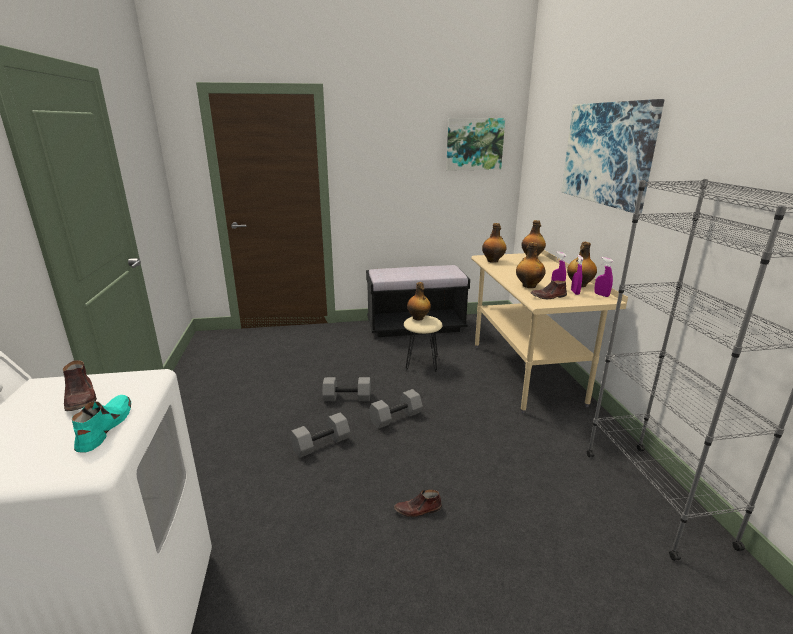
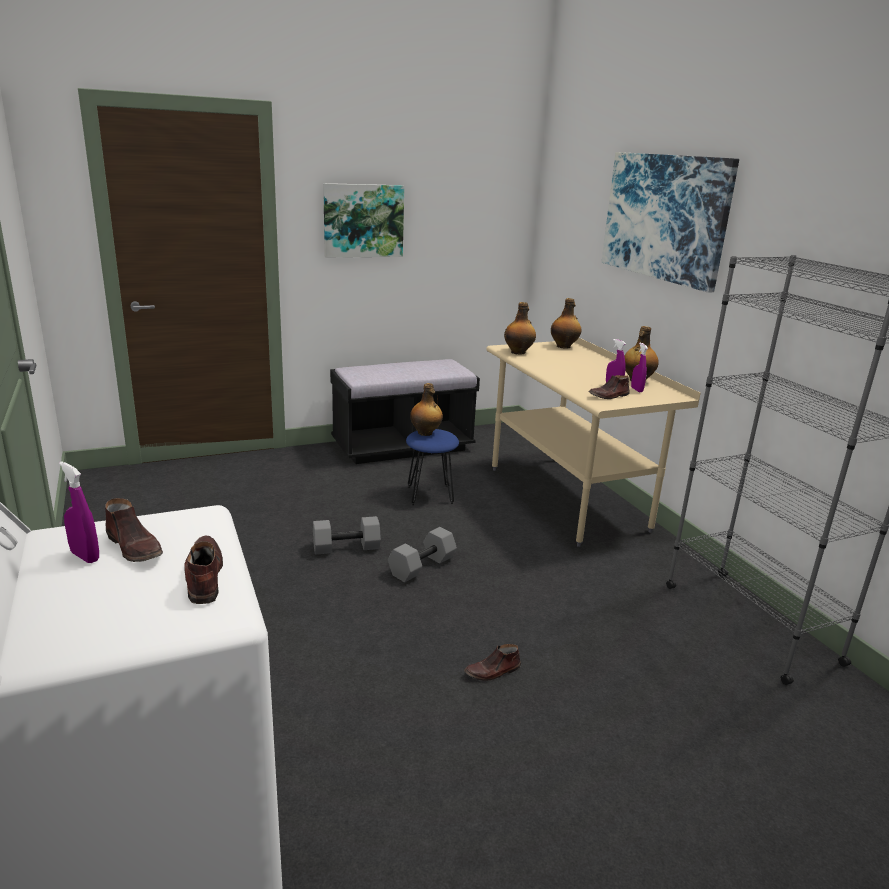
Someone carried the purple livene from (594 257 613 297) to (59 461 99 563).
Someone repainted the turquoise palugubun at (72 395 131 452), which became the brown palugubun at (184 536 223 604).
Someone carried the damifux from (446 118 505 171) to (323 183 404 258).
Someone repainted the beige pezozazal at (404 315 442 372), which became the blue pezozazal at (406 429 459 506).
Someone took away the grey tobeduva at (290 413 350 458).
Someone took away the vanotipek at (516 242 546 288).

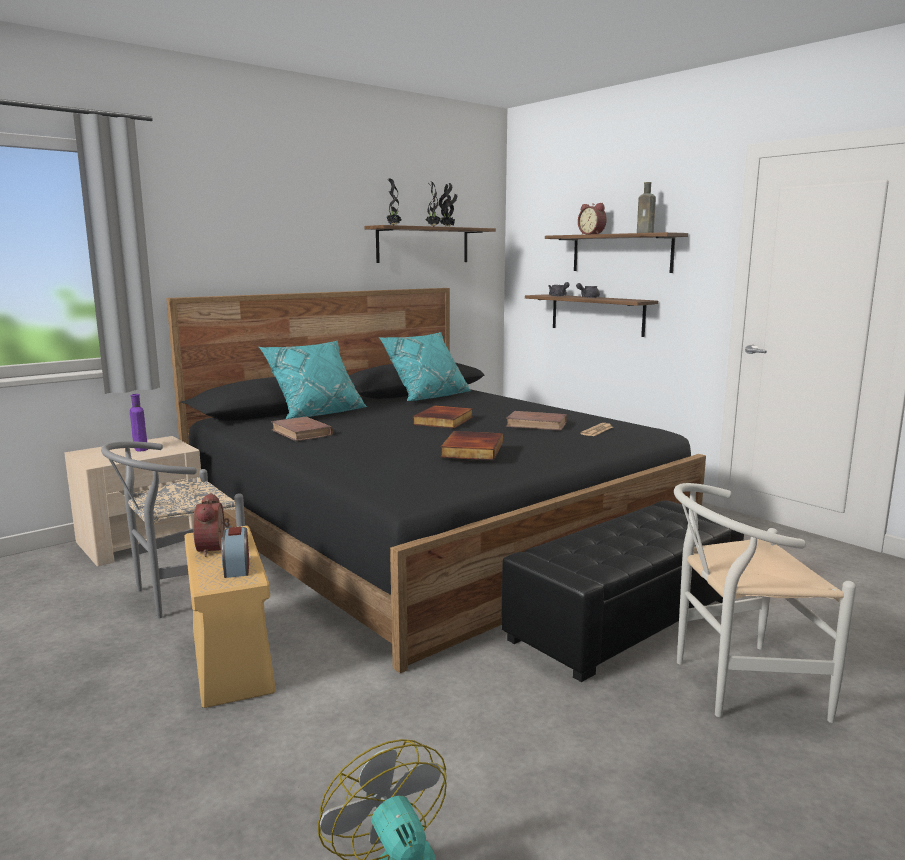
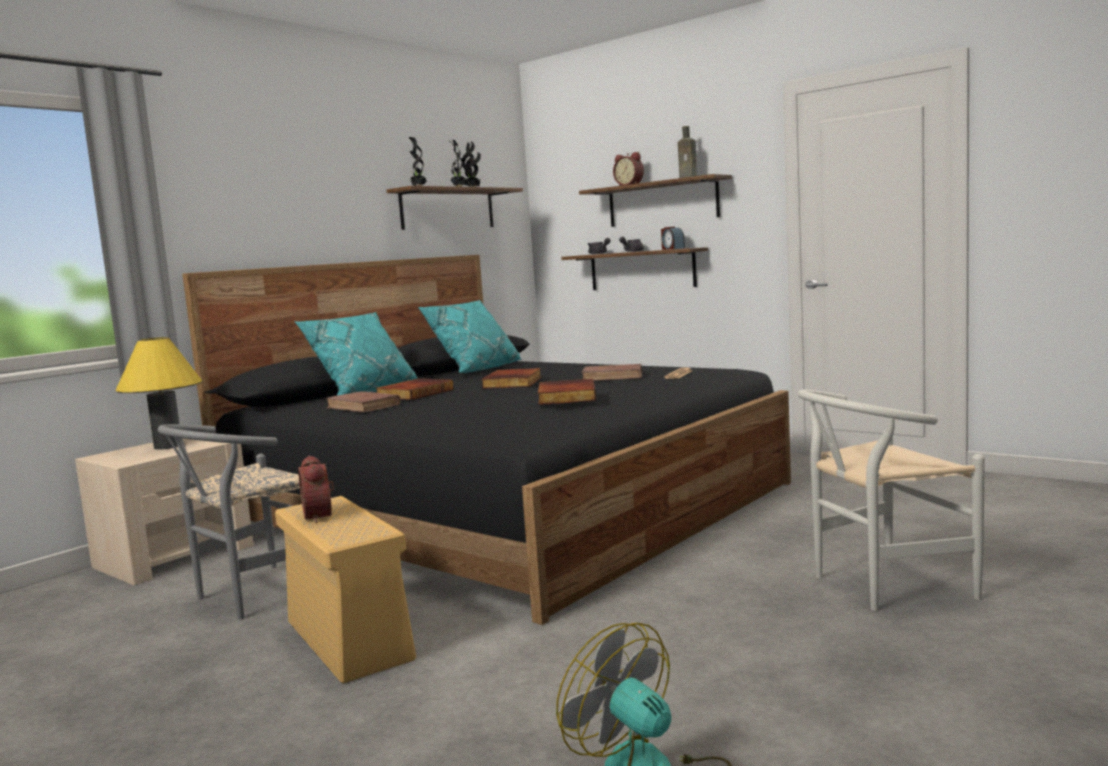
Someone swapped the purple vanotipek at (130 394 148 452) for the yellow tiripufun at (116 337 202 450).
Someone put down the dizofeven at (375 378 454 400).
Someone carried the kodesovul from (221 527 249 578) to (661 227 685 250).
Someone took away the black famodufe at (501 500 744 682).

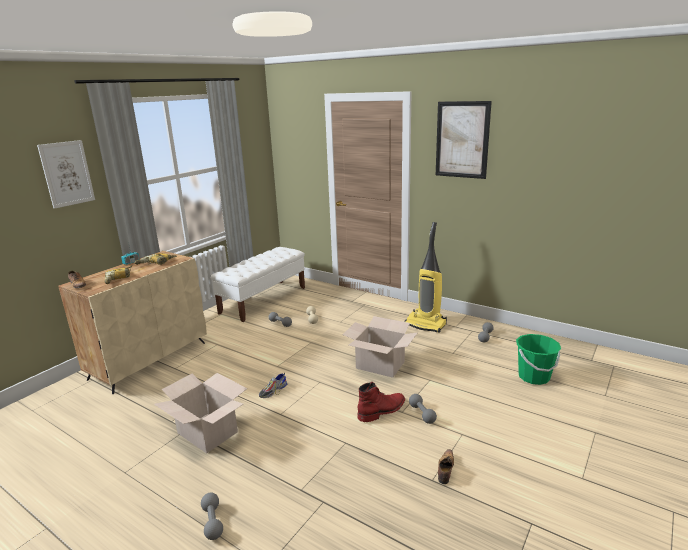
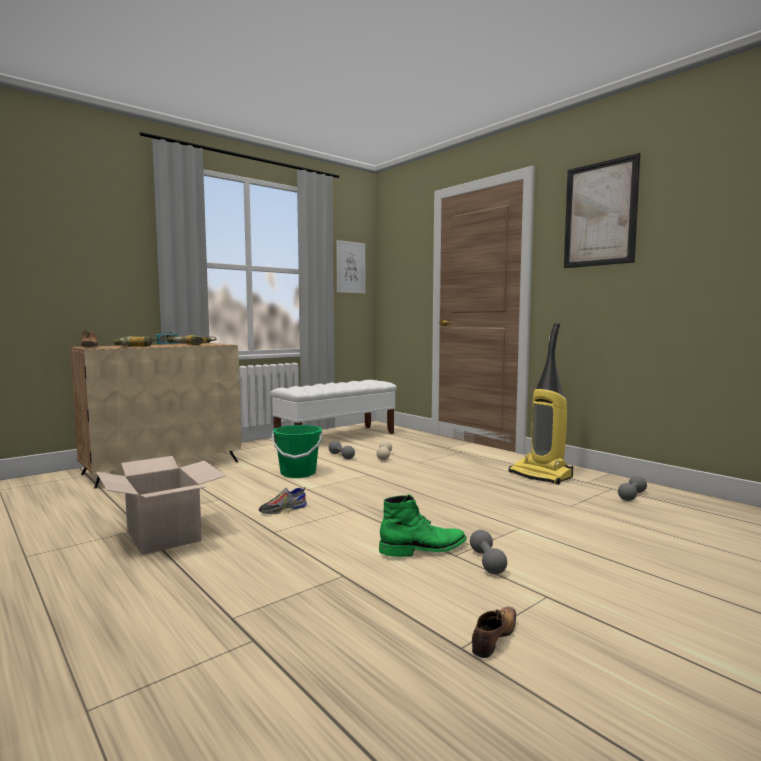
Someone carried the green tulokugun from (516 334 561 385) to (272 425 323 478).
Someone carried the damifux from (37 140 95 209) to (336 240 365 294).
Someone repainted the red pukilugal at (357 382 405 422), which became the green pukilugal at (379 494 467 557).
Someone took away the grey tobeduva at (201 493 223 540).
Someone took away the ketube at (343 316 418 378).

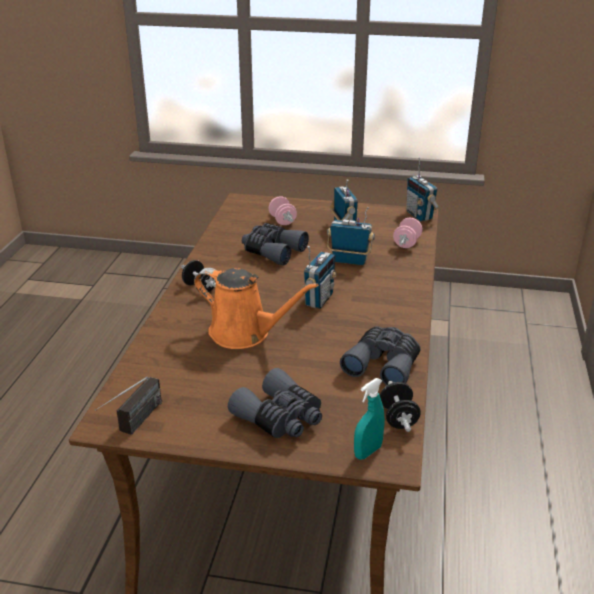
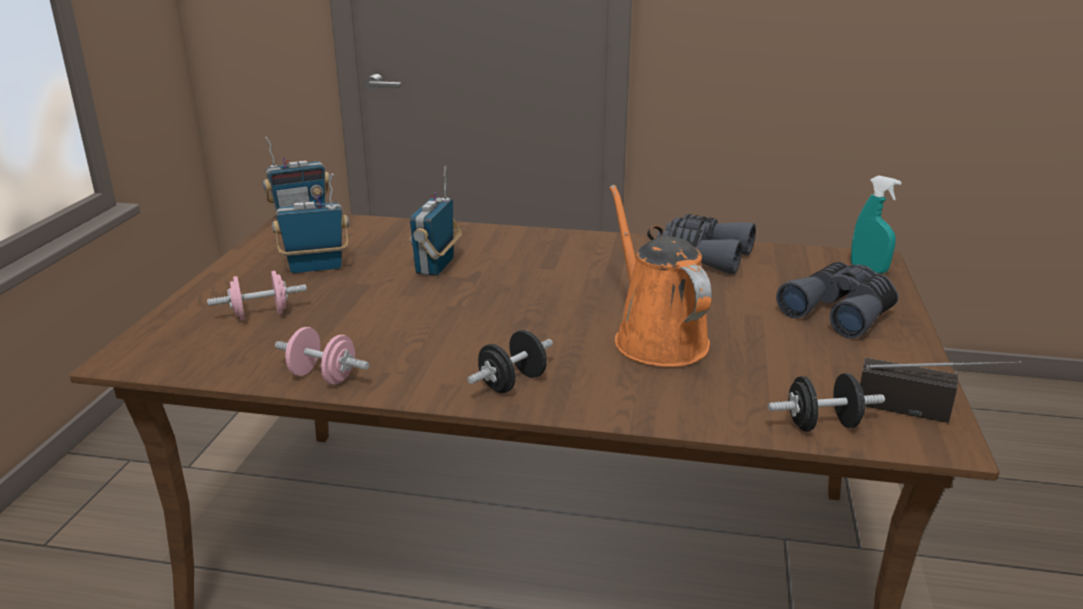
Someone carried the pink tobeduva from (393 218 422 248) to (275 327 369 385).
Someone rotated the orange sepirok at (194 268 318 349) by 45 degrees counterclockwise.
Someone carried the black tobeduva from (380 381 421 432) to (768 373 885 432).
Someone took away the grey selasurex at (242 223 309 266).
Someone took away the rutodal at (299 246 337 309).

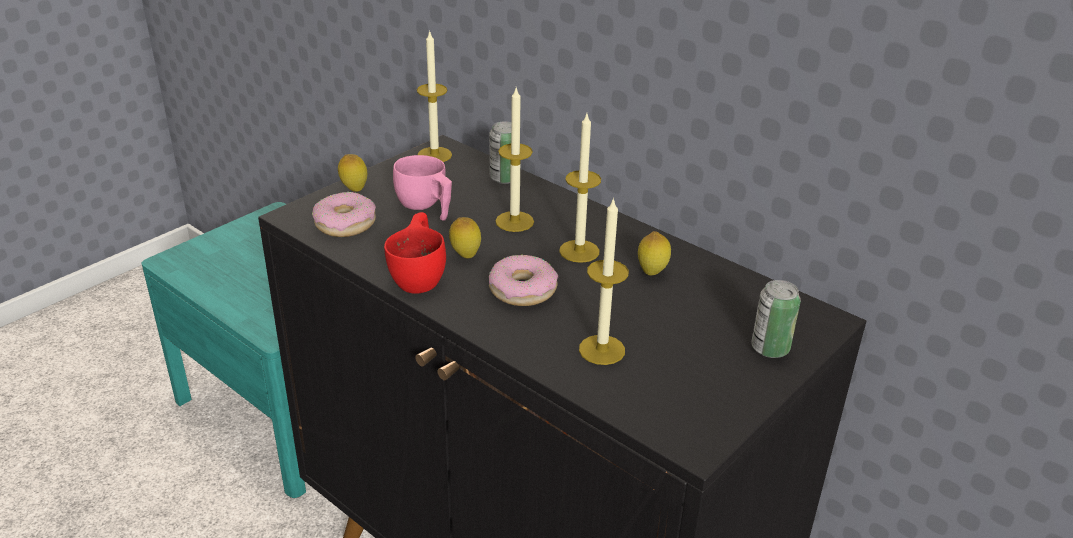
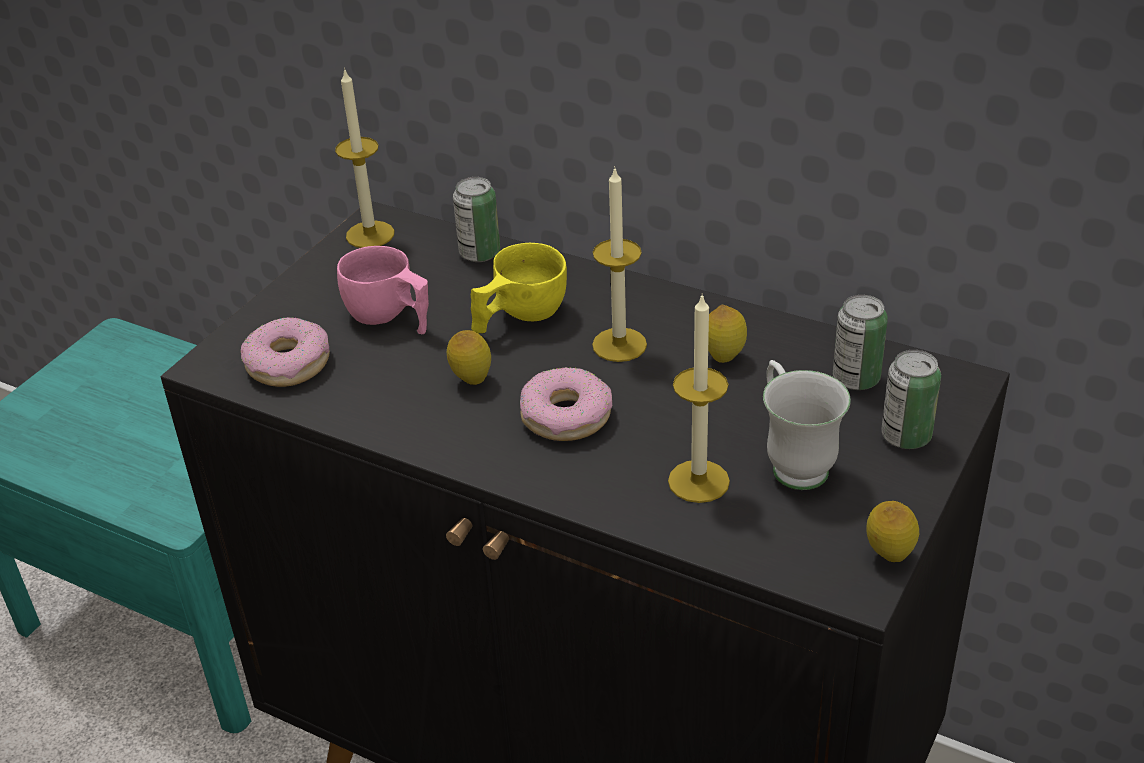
Someone swapped the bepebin at (496 88 534 232) for the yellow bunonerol at (471 243 567 333).
Someone put down the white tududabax at (763 360 851 490).
Someone put down the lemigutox at (833 295 888 390).
Someone carried the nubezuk from (338 154 367 192) to (866 501 919 562).
Someone took away the red bunonerol at (384 212 446 294).

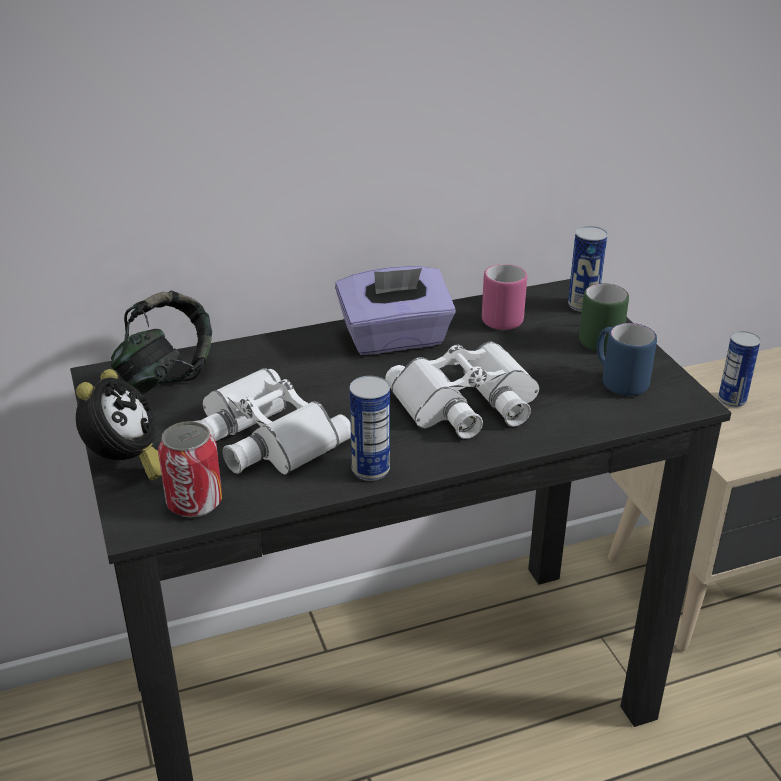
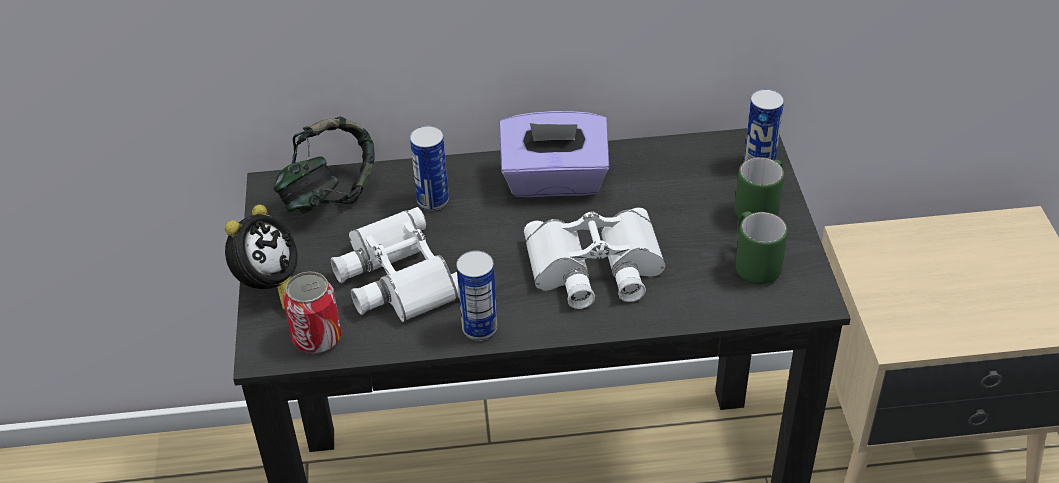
Someone carried the lemigutox from (718 331 761 407) to (410 126 449 211).
Someone repainted the blue tududabax at (597 323 657 396), which became the green tududabax at (735 211 788 284).
Someone took away the pink tududabax at (482 264 527 330).

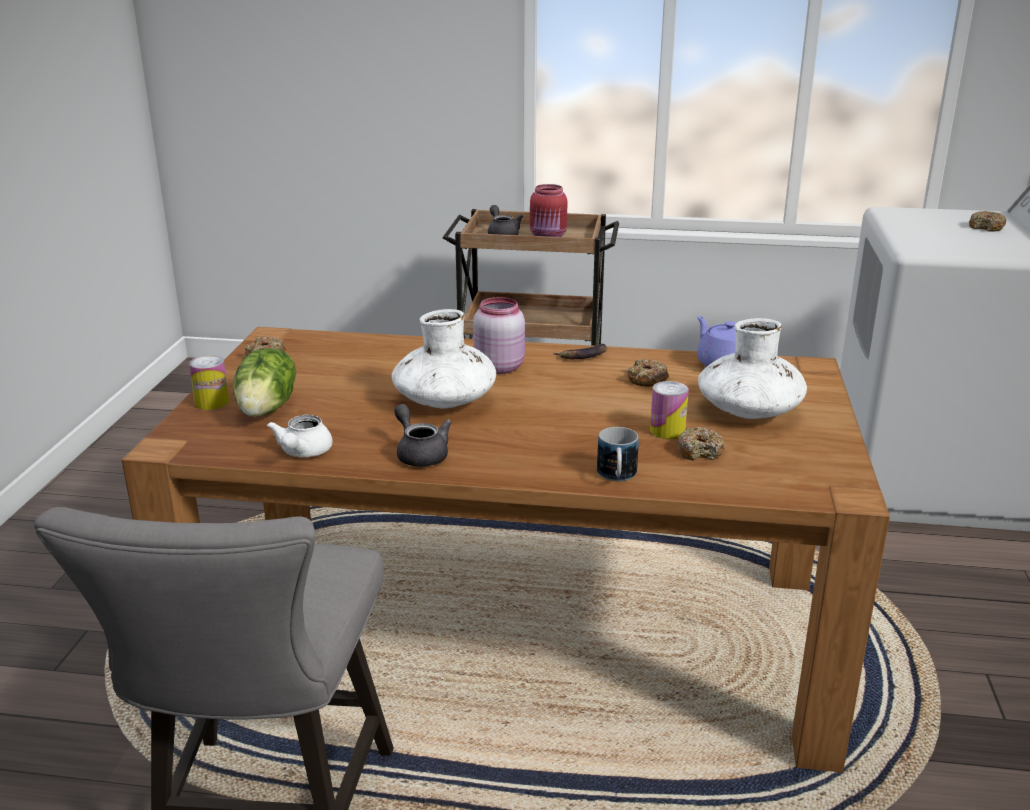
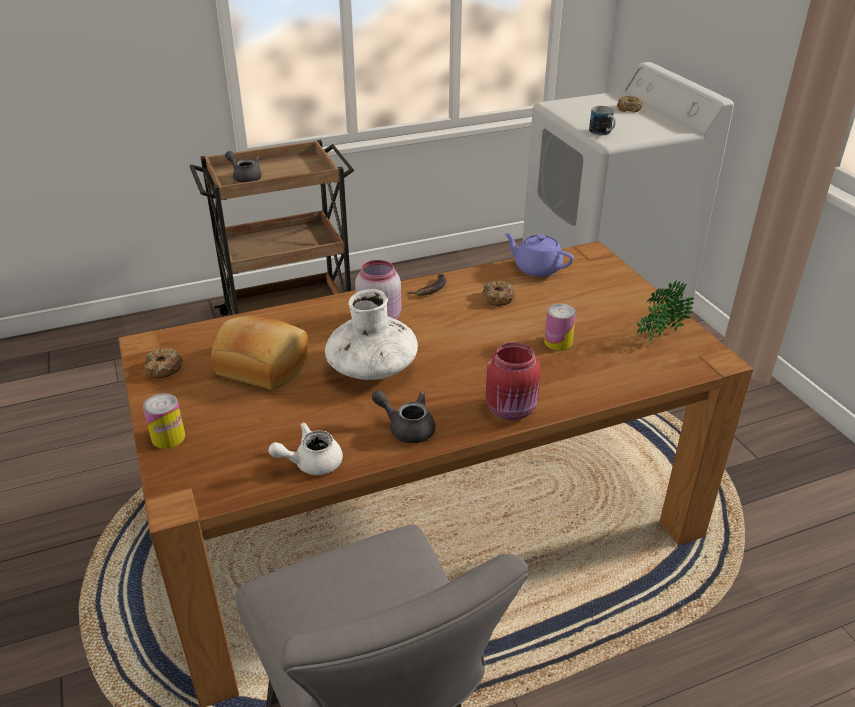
Someone put down the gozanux at (211 316 308 390).
Someone rotated the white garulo at (267 415 332 457) by 90 degrees clockwise.
Someone carried the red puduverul from (530 184 567 237) to (486 342 541 420).
Someone carried the tududabax from (597 427 639 481) to (589 106 616 135).
Someone put down the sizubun at (637 281 694 344).
Someone took away the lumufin at (233 348 296 417).
Someone took away the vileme at (677 427 725 460).
Someone took away the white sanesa at (698 318 807 419).

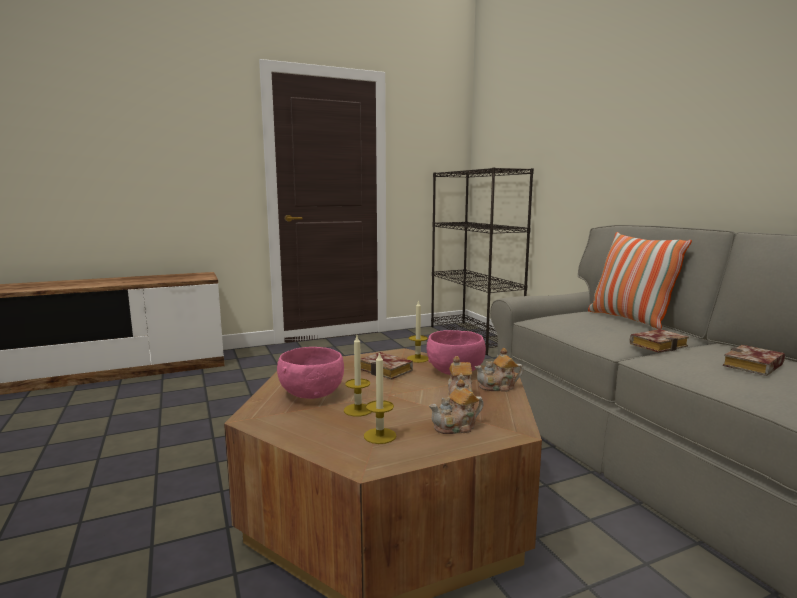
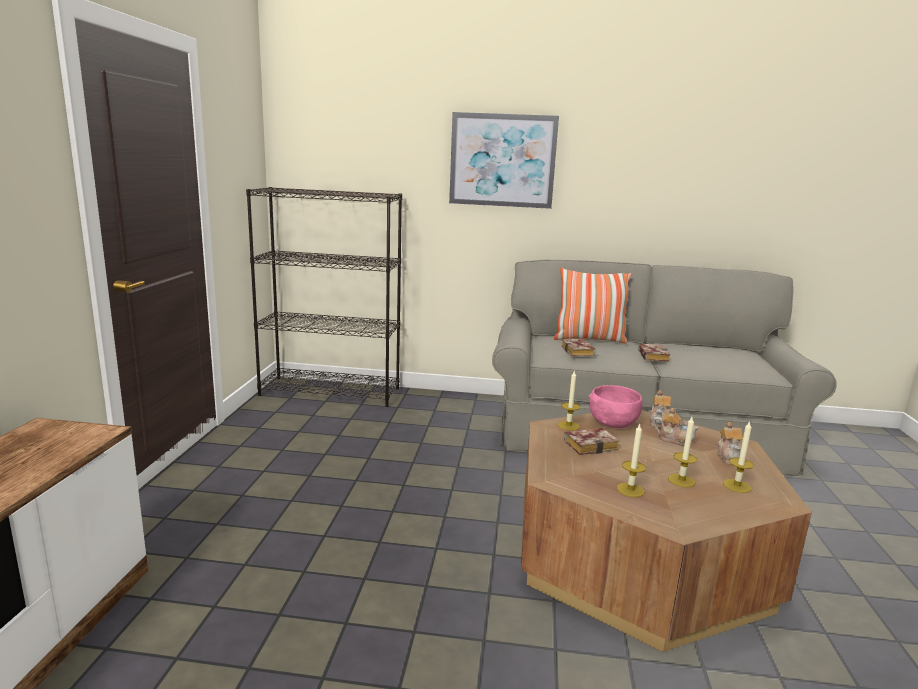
Someone put up the damifux at (449 112 559 209).
Someone carried the dizofeven from (723 345 785 376) to (561 339 595 356).
Someone swapped the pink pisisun at (277 347 344 399) for the bepebin at (617 424 646 497).

